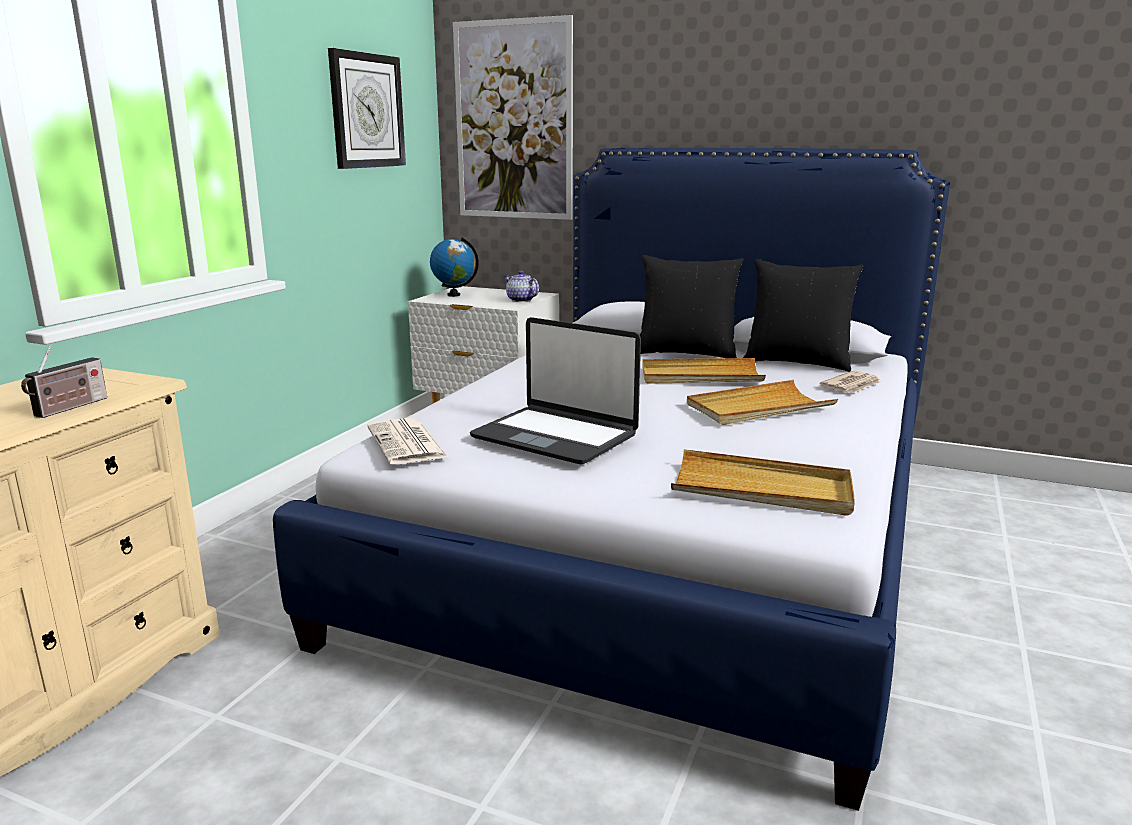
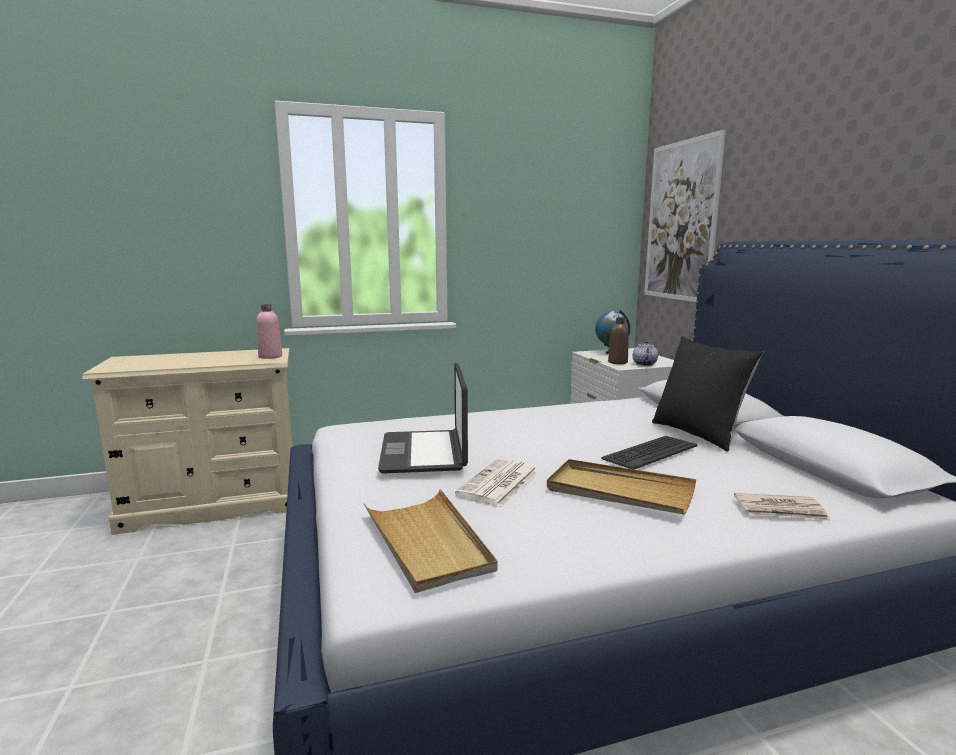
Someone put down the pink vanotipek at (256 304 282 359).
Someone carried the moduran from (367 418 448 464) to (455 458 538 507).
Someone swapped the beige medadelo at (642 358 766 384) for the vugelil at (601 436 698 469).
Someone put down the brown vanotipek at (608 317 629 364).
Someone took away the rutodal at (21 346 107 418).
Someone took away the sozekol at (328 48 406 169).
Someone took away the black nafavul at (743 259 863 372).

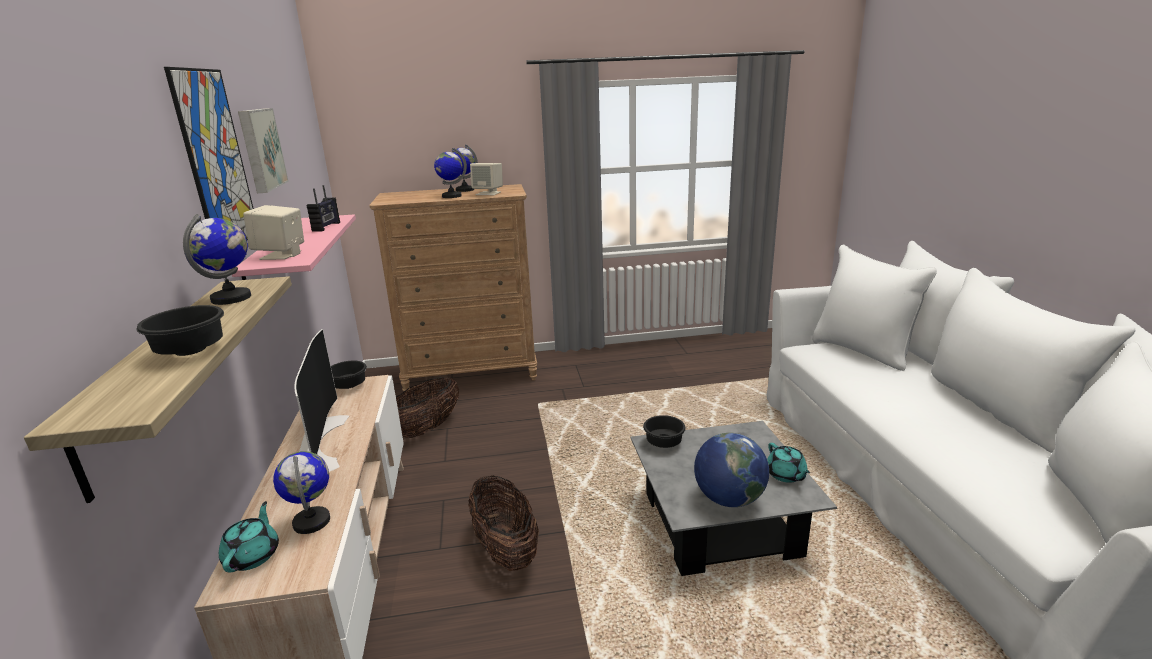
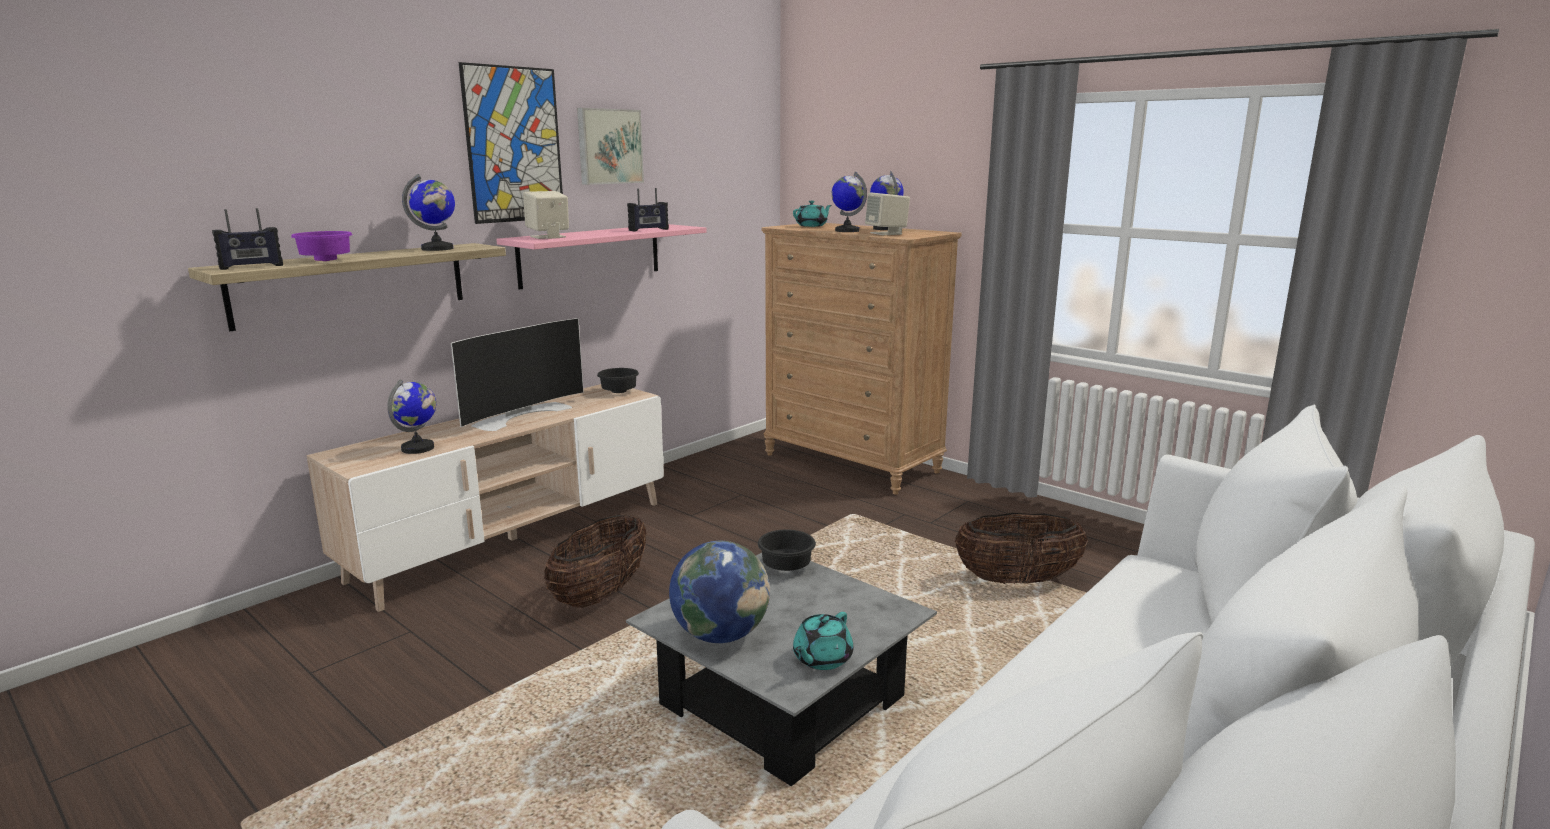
Someone put down the rutodal at (212 208 283 270).
Someone repainted the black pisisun at (136 305 224 356), which became the purple pisisun at (291 231 353 261).
Someone carried the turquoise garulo from (219 501 279 572) to (793 201 832 227).
Someone carried the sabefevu from (396 377 459 438) to (955 513 1088 584).

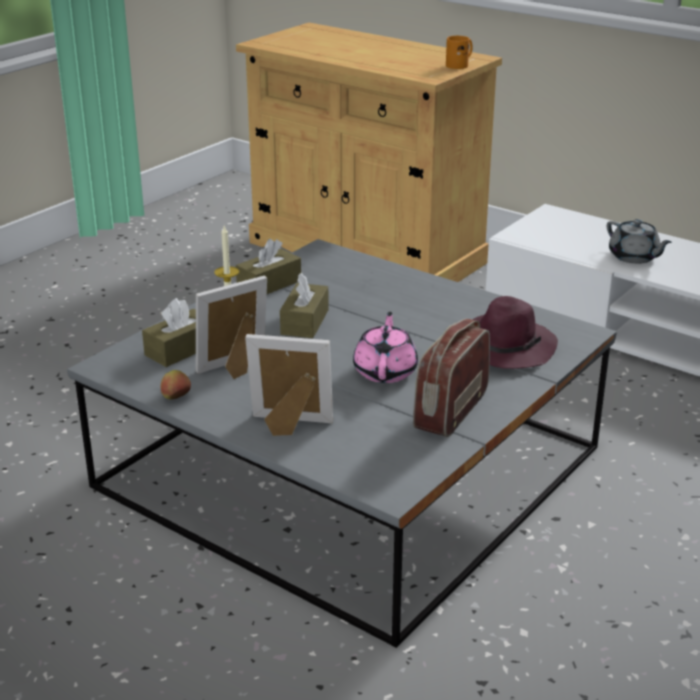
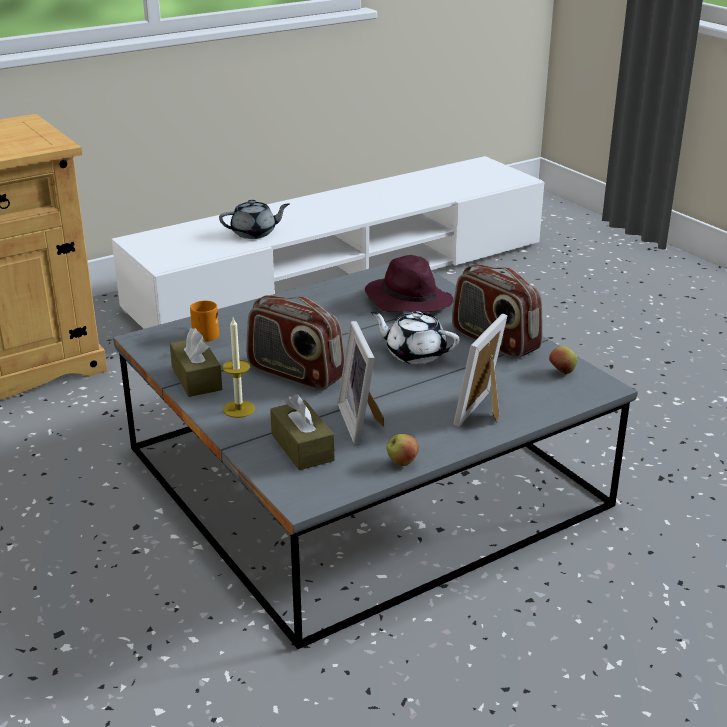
Someone carried the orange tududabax from (446 36 473 69) to (190 301 219 342).
Someone swapped the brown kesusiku at (280 273 329 338) for the rutodal at (246 295 345 390).
Someone repainted the pink garulo at (353 312 418 383), which became the white garulo at (371 311 459 364).
Someone put down the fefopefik at (549 346 577 374).

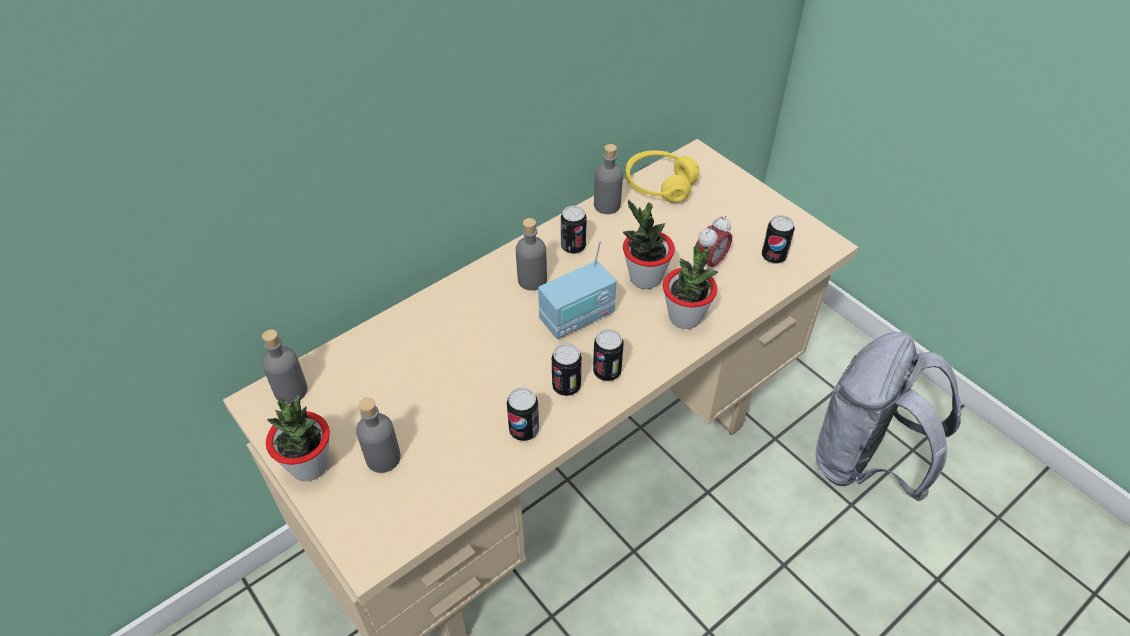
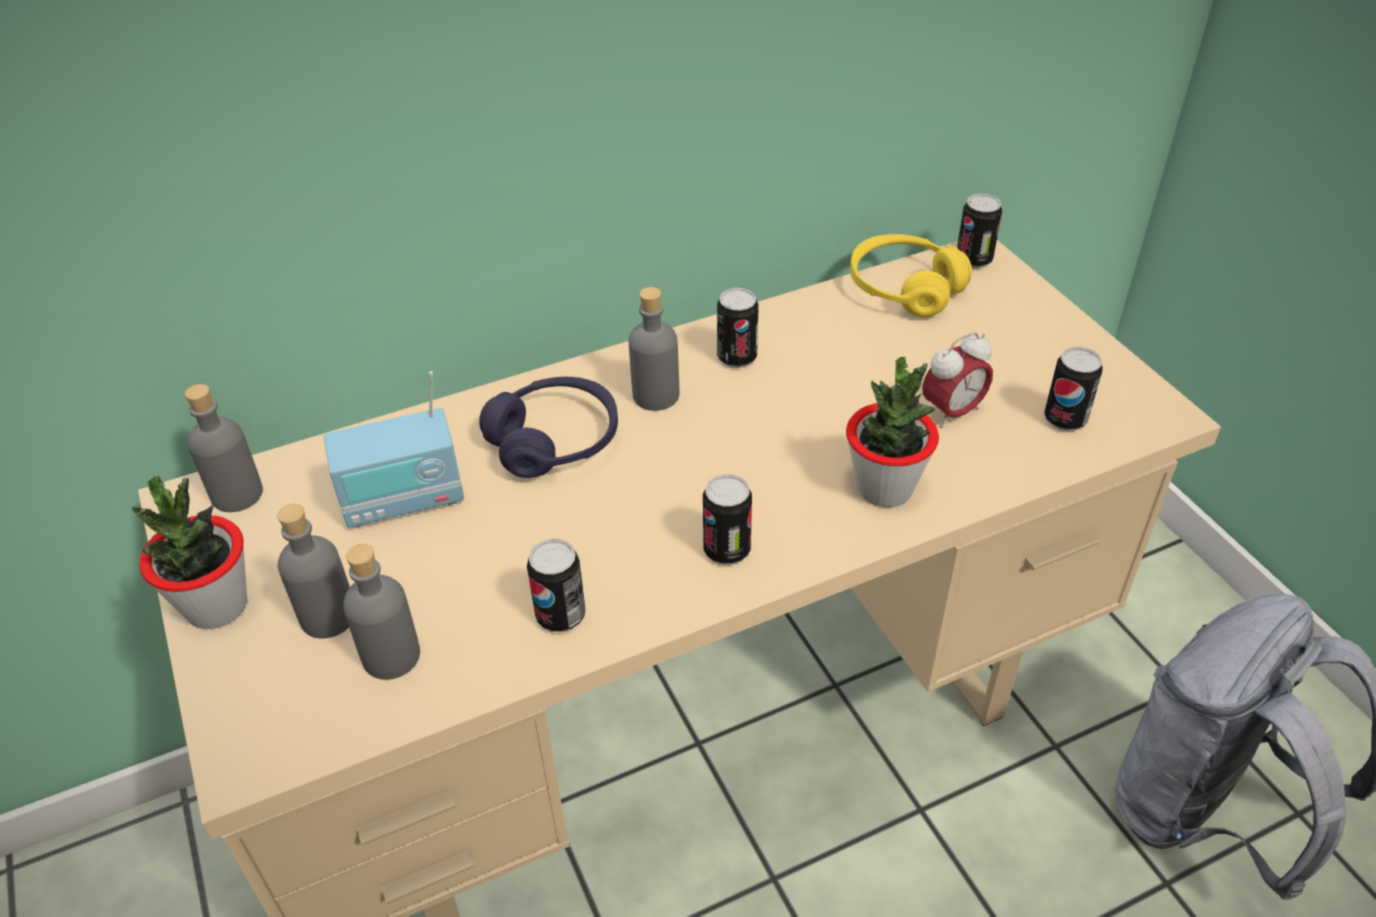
Someone carried the rutodal from (538 240 616 339) to (324 371 464 527).
Someone carried the grey vanotipek from (594 144 623 214) to (343 544 420 680).
Someone put down the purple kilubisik at (479 377 618 478).
Someone carried the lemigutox from (552 344 582 396) to (957 194 1002 268).
Someone took away the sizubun at (623 200 675 289).

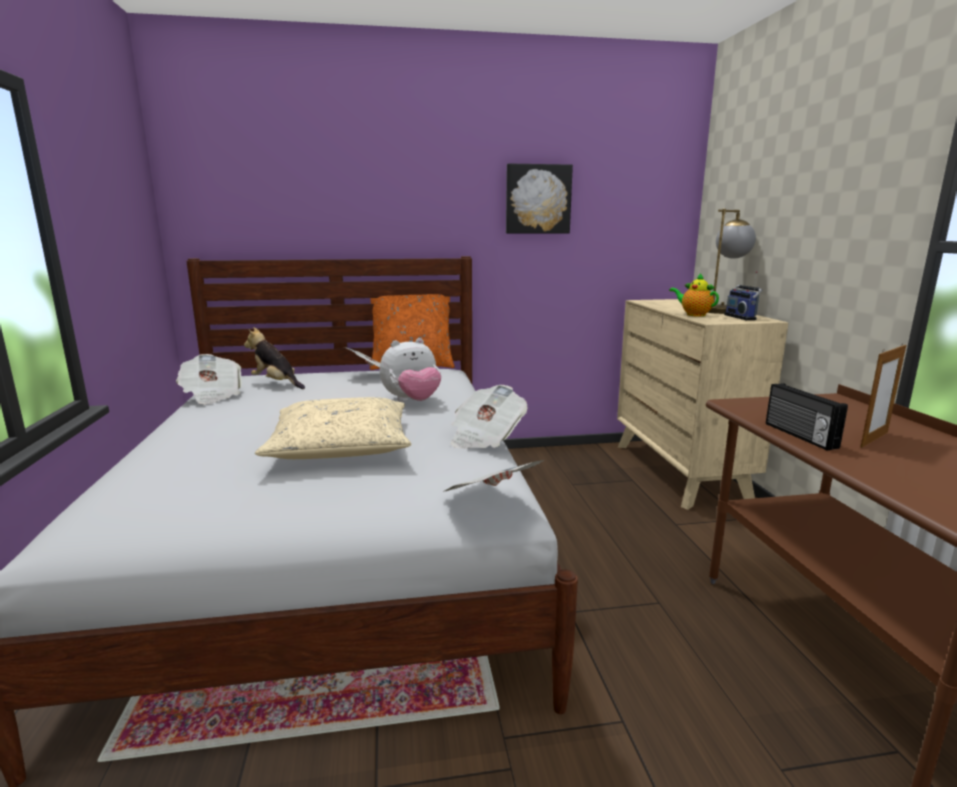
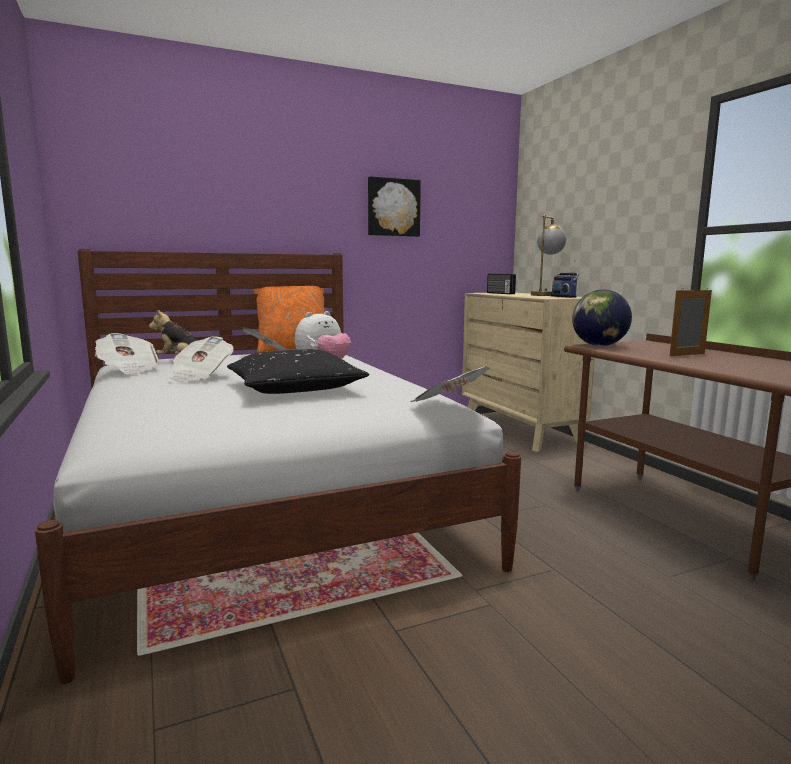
Someone carried the moduran from (451 385 528 449) to (168 336 234 383).
Someone repainted the beige nafavul at (255 397 412 459), which became the black nafavul at (227 349 369 394).
Someone carried the rutodal from (766 383 848 450) to (487 274 516 294).
Someone put down the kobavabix at (572 290 632 346).
Someone rotated the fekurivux at (860 343 906 448) by 150 degrees counterclockwise.
Someone took away the garulo at (669 273 719 317).

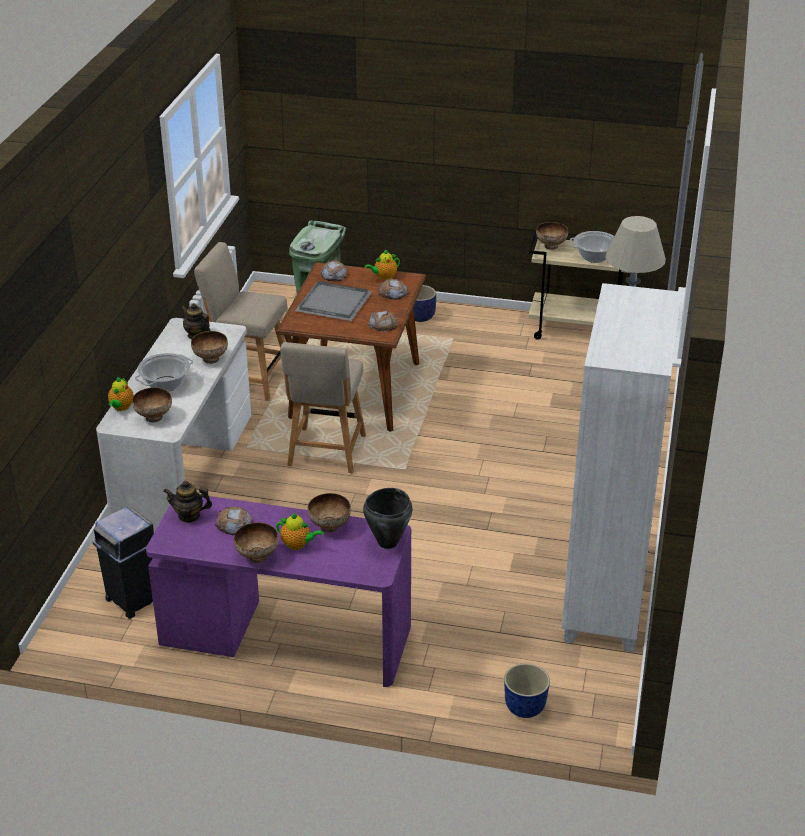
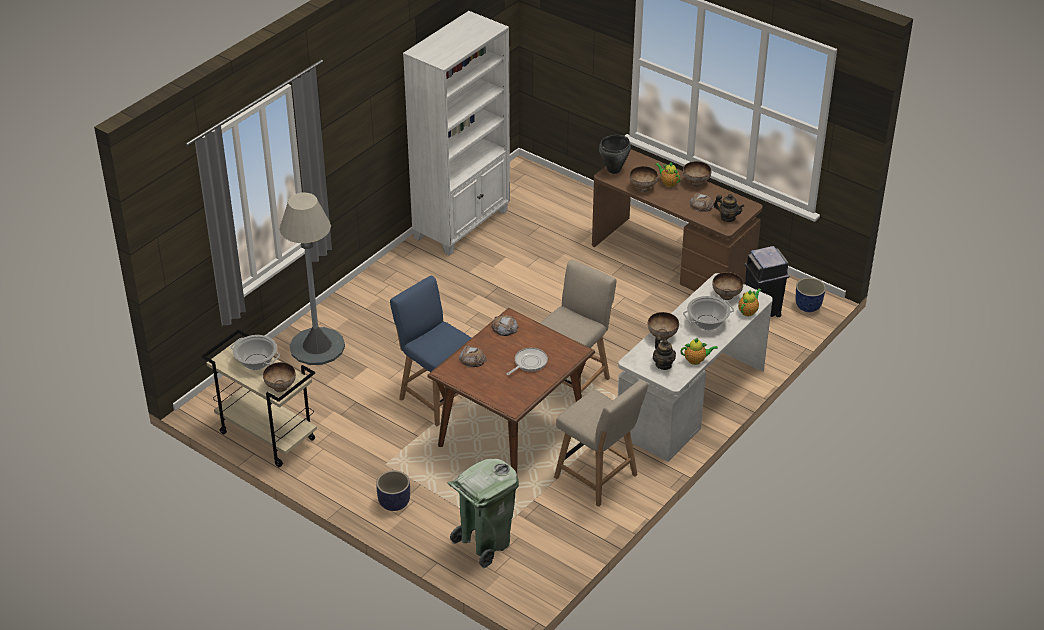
Someone put down the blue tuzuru at (390 276 471 427).
Someone swapped the grey medadelo at (295 281 372 321) for the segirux at (507 348 548 375).
Someone repainted the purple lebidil at (146 496 411 687), which became the brown lebidil at (592 150 763 291).
Someone carried the garulo from (365 249 400 280) to (681 338 718 365).
Someone carried the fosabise from (504 663 550 718) to (796 278 826 312).
Someone took away the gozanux at (321 260 347 281).

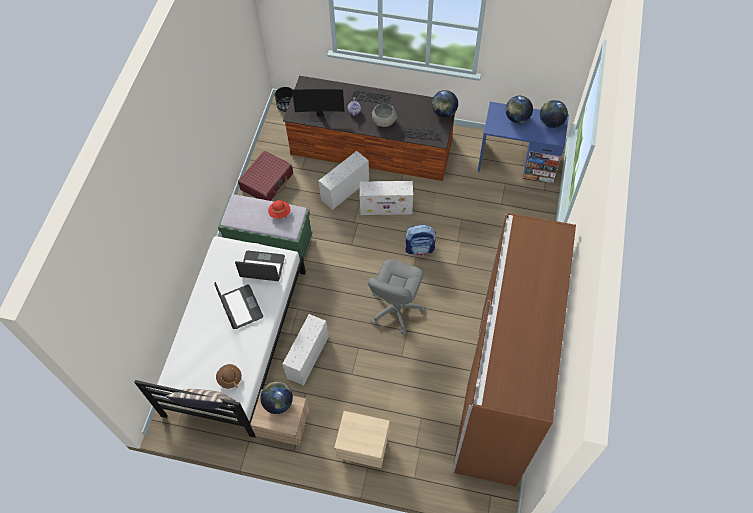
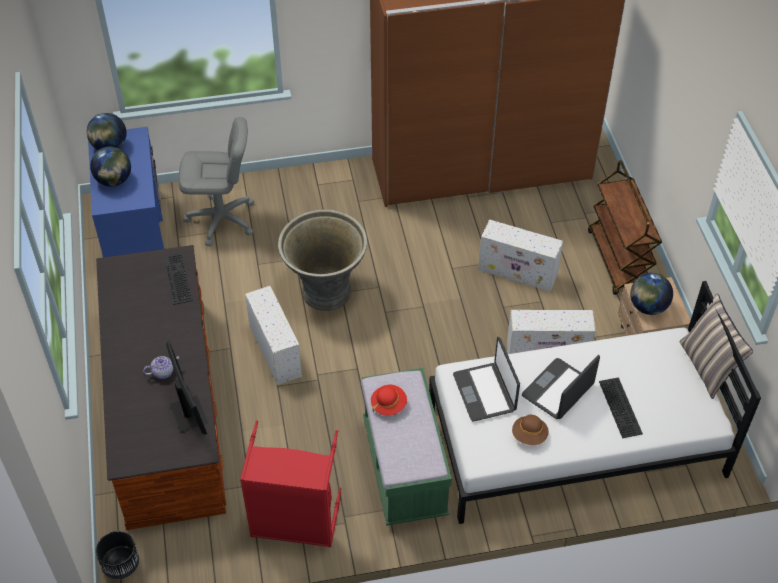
Someone carried the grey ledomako from (367 259 425 335) to (178 117 254 246).
Someone swapped the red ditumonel at (238 151 293 201) for the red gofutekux at (240 420 342 547).
Someone swapped the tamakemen at (406 225 436 256) for the grey fosabise at (278 209 367 311).
Someone carried the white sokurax from (319 151 369 210) to (478 219 563 292).
Someone carried the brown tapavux from (216 364 242 389) to (512 415 549 445).
Someone swapped the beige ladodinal at (334 411 390 468) for the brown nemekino at (588 160 662 295).
Someone carried the vugelil from (350 90 392 105) to (599 377 643 438).
Someone took away the grey pisisun at (371 103 397 127).
Someone took away the kobavabix at (432 90 458 117).

